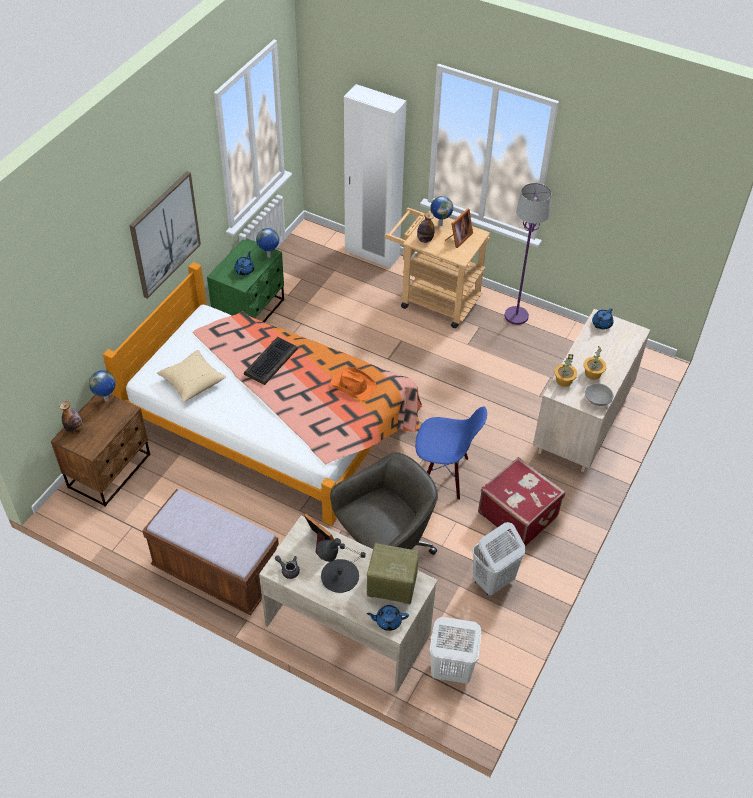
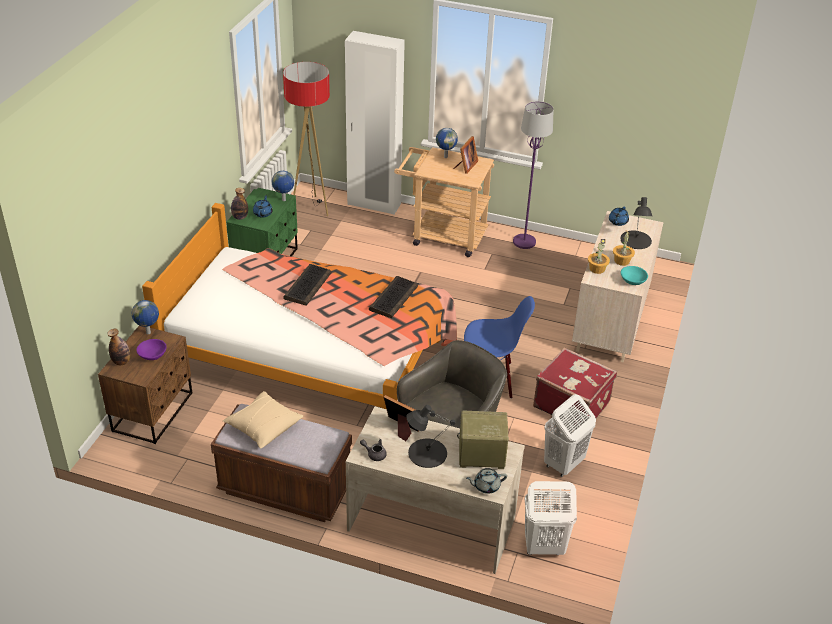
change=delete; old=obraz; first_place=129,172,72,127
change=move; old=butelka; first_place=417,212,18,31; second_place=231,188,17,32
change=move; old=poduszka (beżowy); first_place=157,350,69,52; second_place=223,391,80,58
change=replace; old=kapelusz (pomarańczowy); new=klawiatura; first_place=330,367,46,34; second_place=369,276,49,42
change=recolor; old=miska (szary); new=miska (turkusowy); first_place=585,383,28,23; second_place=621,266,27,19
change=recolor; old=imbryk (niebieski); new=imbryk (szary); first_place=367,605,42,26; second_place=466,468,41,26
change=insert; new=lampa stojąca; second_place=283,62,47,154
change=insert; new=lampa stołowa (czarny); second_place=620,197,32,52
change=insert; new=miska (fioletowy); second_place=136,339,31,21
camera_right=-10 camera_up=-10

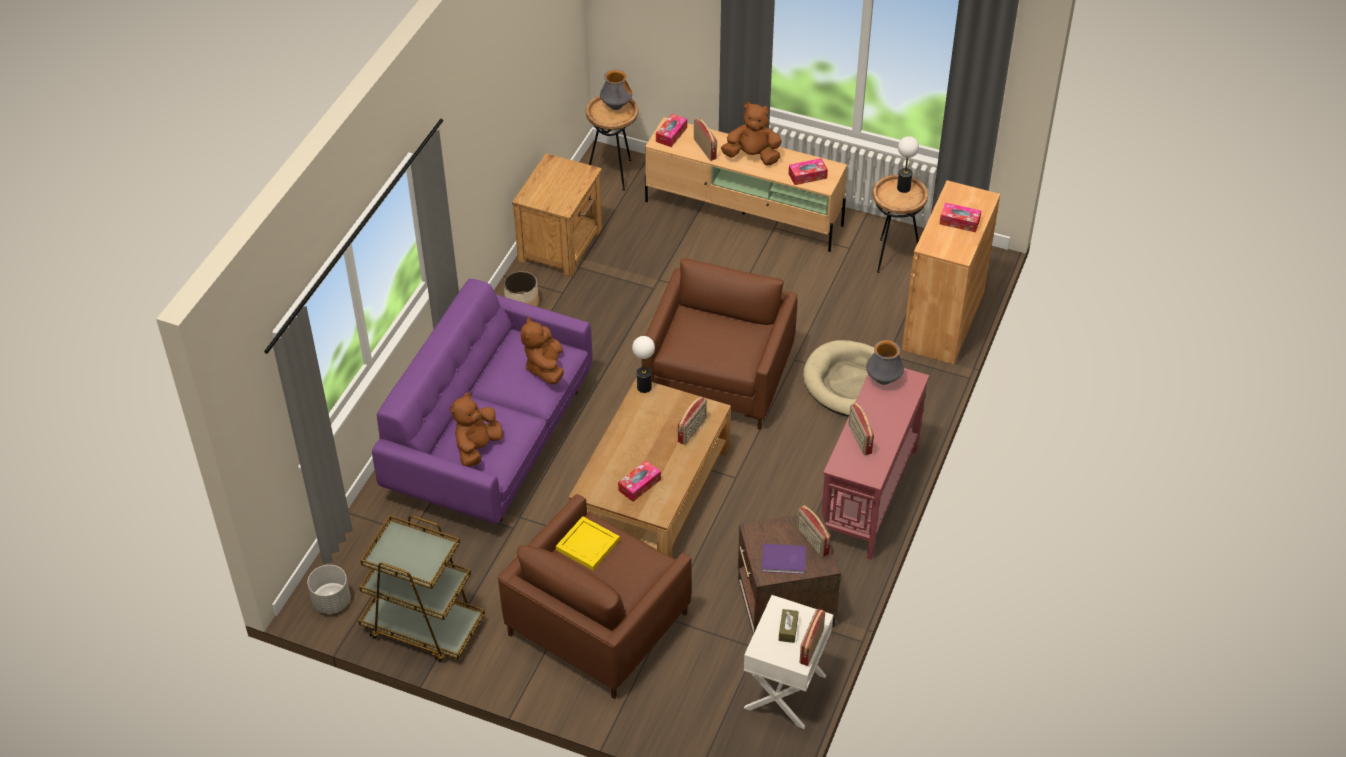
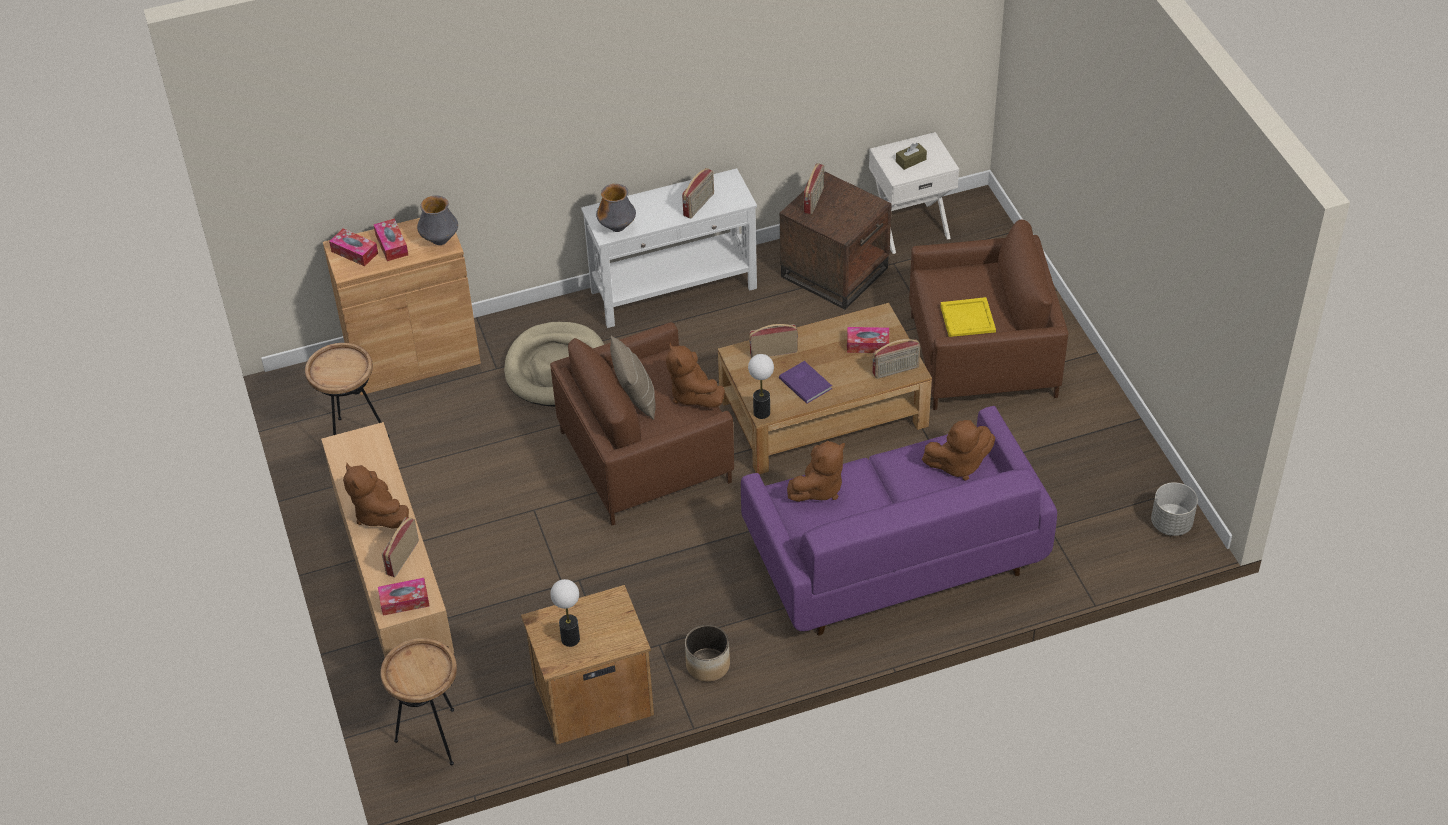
change=move; old=wazon; first_place=600,69,32,41; second_place=417,196,41,49
change=move; old=lampa stołowa; first_place=897,136,22,57; second_place=550,579,30,68
change=move; old=pudełko chusteczek; first_place=789,158,39,27; second_place=329,228,49,38
change=recolor; old=stolik konsolowy (czerwony); new=stolik konsolowy (biały); first_place=821,368,108,192; second_place=581,168,176,160
change=delete; old=wózek (brązowy); first_place=358,515,127,147
change=move; old=książka (fioletowy); first_place=762,544,44,30; second_place=779,361,53,43
change=move; old=radio; first_place=799,609,26,57; second_place=872,339,48,40
change=insert; new=poduszka (beżowy); second_place=610,336,45,84
change=insert; new=pluszak (brązowy); second_place=666,343,59,65
camera_right=-130 camera_up=0

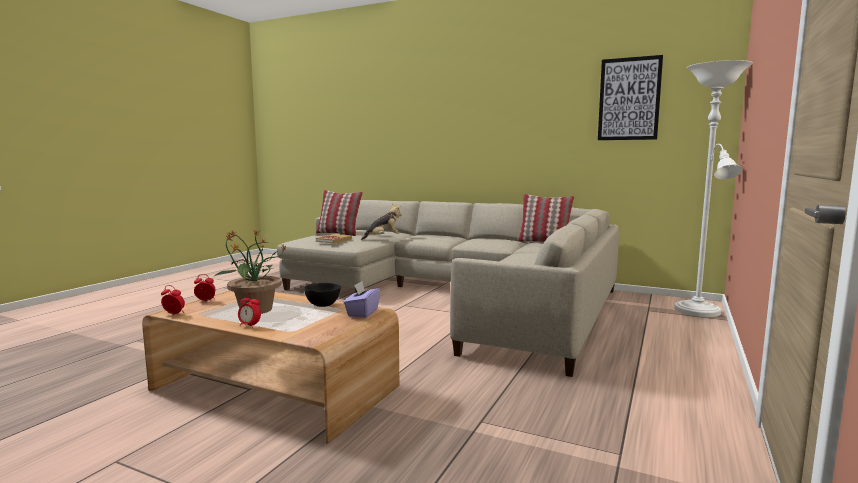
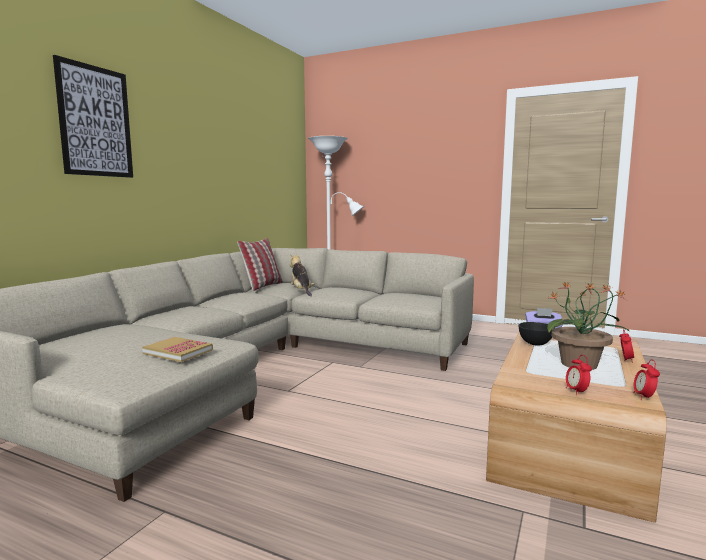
change=move; old=obraz; first_place=598,55,65,85; second_place=53,55,80,123
change=delete; old=poduszka; first_place=316,190,47,46
change=move; old=pluszak; first_place=361,204,41,36; second_place=290,254,24,42
camera_right=-90 camera_up=0

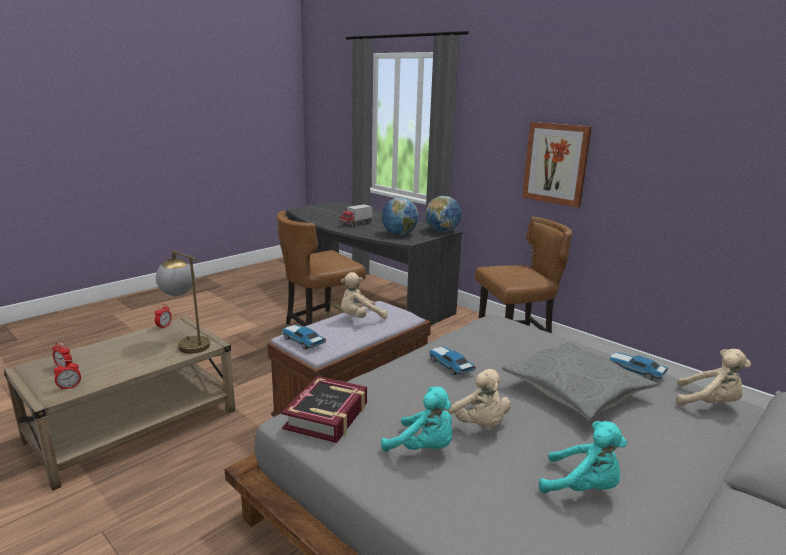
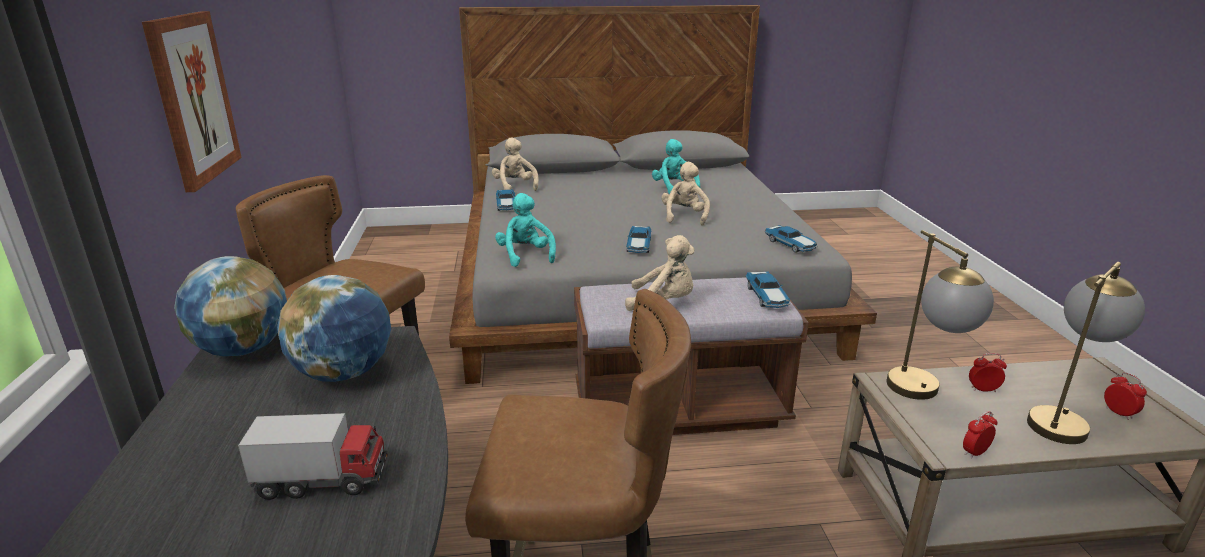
change=delete; old=poduszka (szary); first_place=502,342,156,78
change=move; old=budzik; first_place=54,360,27,31; second_place=969,353,38,39
change=replace; old=książka; new=samochodzik; first_place=282,376,85,67; second_place=765,225,53,28
change=move; old=pluszak (turkusowy); first_place=381,387,72,65; second_place=495,193,61,74
change=insert; new=lampa stołowa; second_place=1027,262,118,182
camera_right=-140 camera_up=5

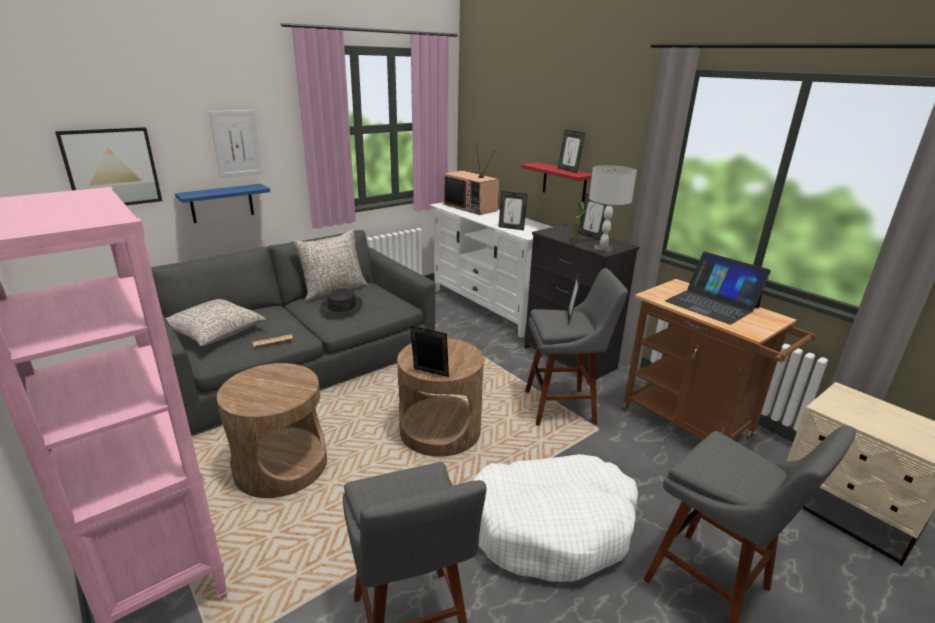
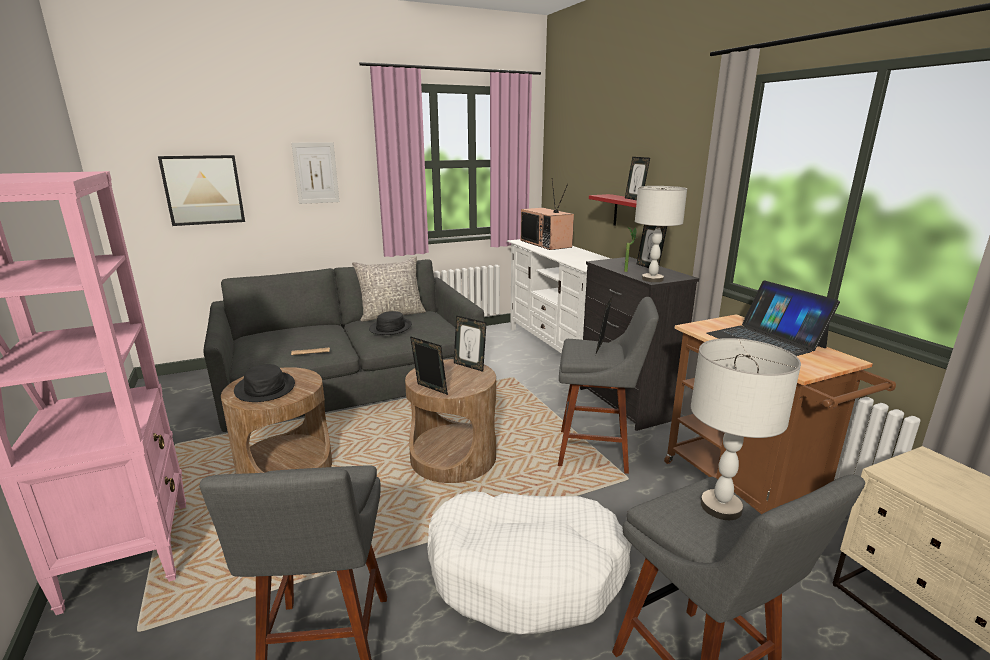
change=delete; old=półka (niebieski); first_place=175,184,95,39
change=move; old=ramka na zdjęcie; first_place=498,191,30,39; second_place=454,315,33,57
change=delete; old=poduszka (szary); first_place=166,299,100,48
change=insert; new=lampa stołowa (szary); second_place=691,338,110,182
change=insert; new=kapelusz (czarny); second_place=234,364,61,38
camera_right=15 camera_up=-5

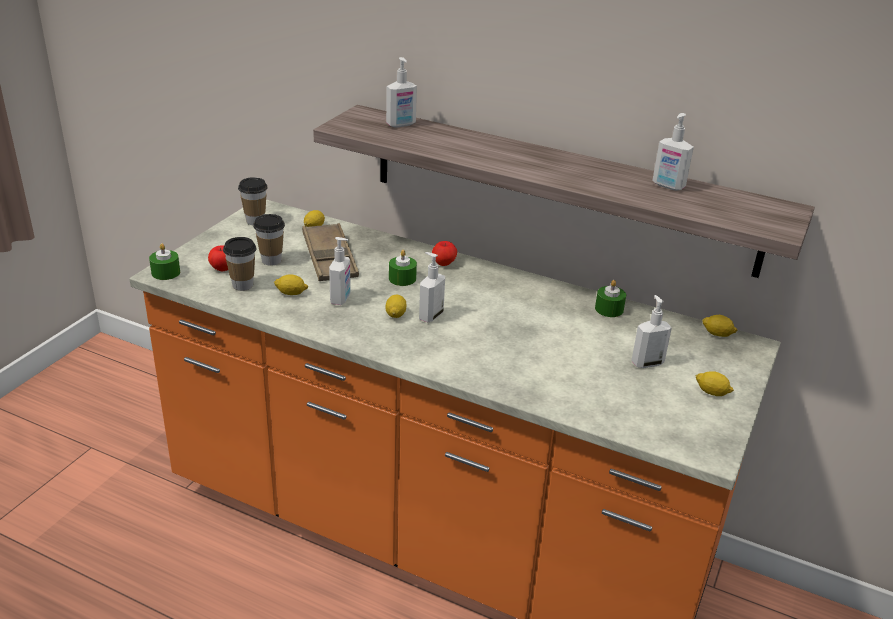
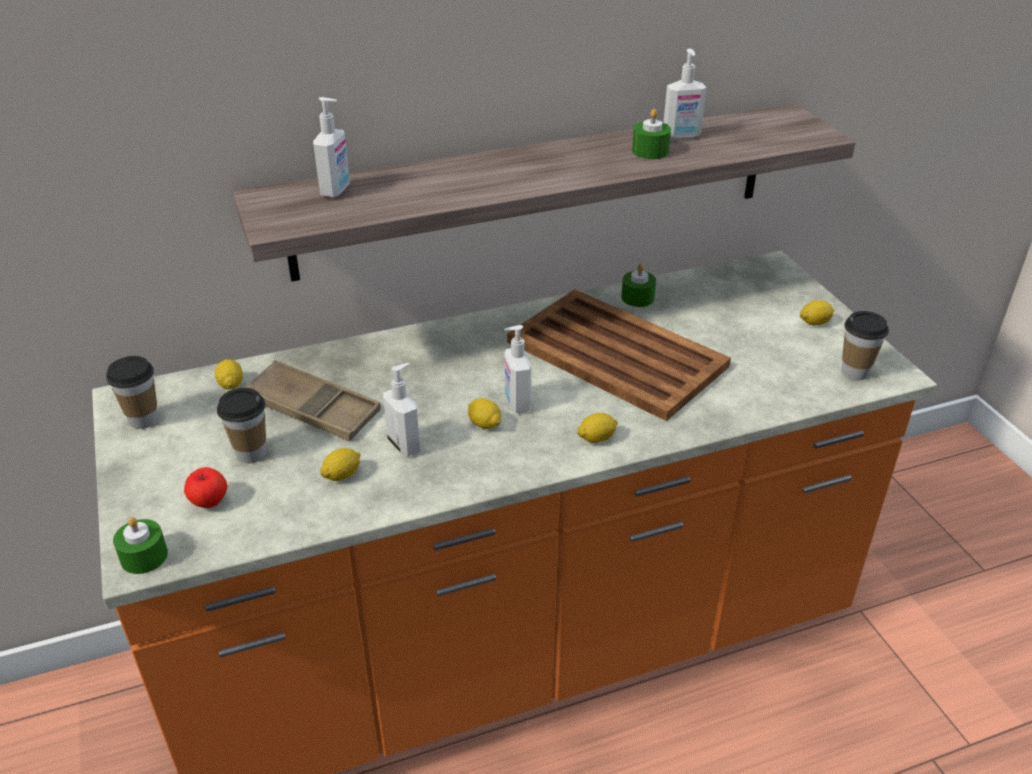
change=move; old=filiżanka; first_place=223,237,33,54; second_place=841,311,48,69
change=delete; old=jabłko; first_place=432,241,25,25
change=move; old=świeca (zielony); first_place=389,250,28,36; second_place=632,109,39,50
change=delete; old=dozownik mydła; first_place=631,295,41,73
change=move; old=cytryna; first_place=702,315,36,22; second_place=577,413,41,30
change=insert; new=taca (brązowy); second_place=507,289,224,132
camera_right=-45 camera_up=5

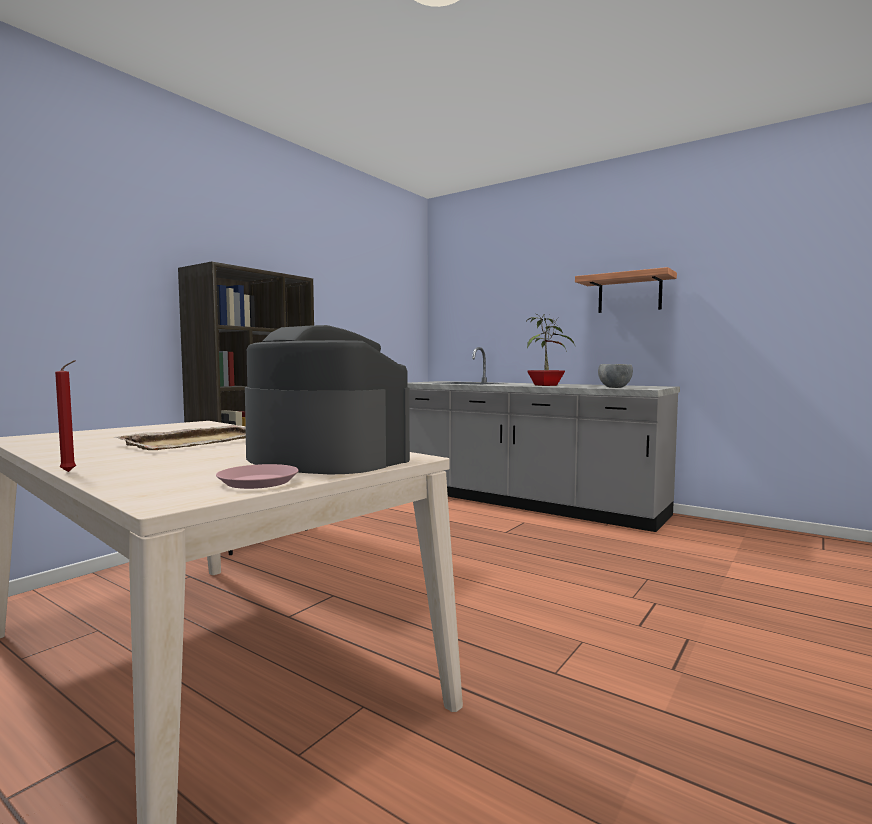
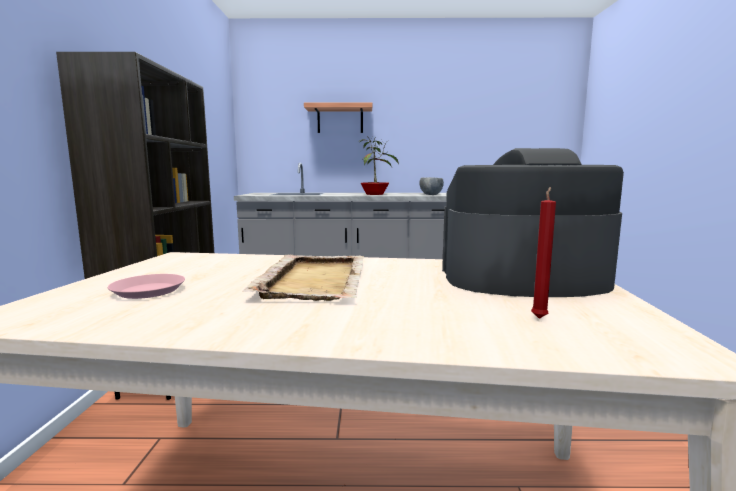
change=move; old=półka; first_place=575,267,102,46; second_place=304,102,68,31
change=move; old=świeca (czerwony); first_place=55,360,21,112; second_place=531,187,25,132
change=move; old=talerz (różowy); first_place=216,464,83,25; second_place=108,274,77,25
camera_right=-35 camera_up=5

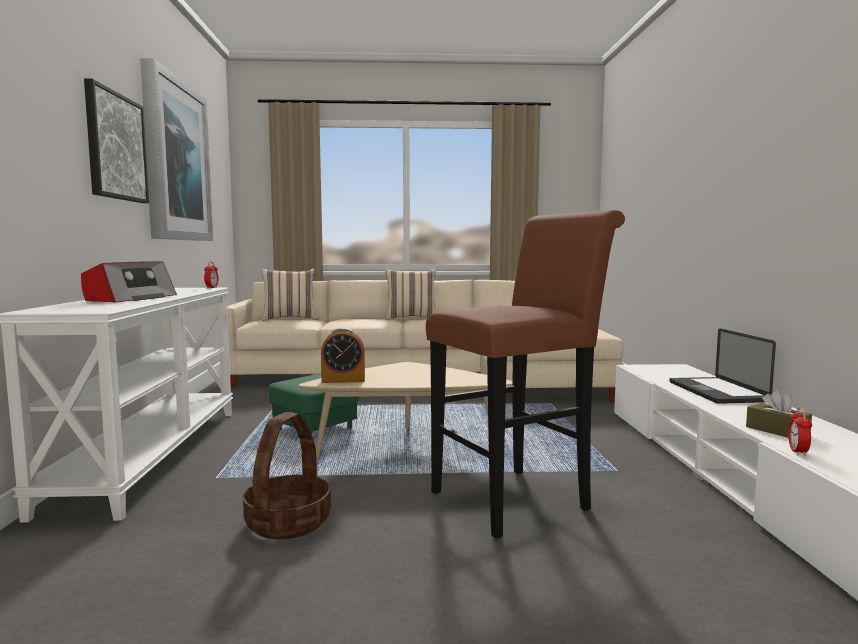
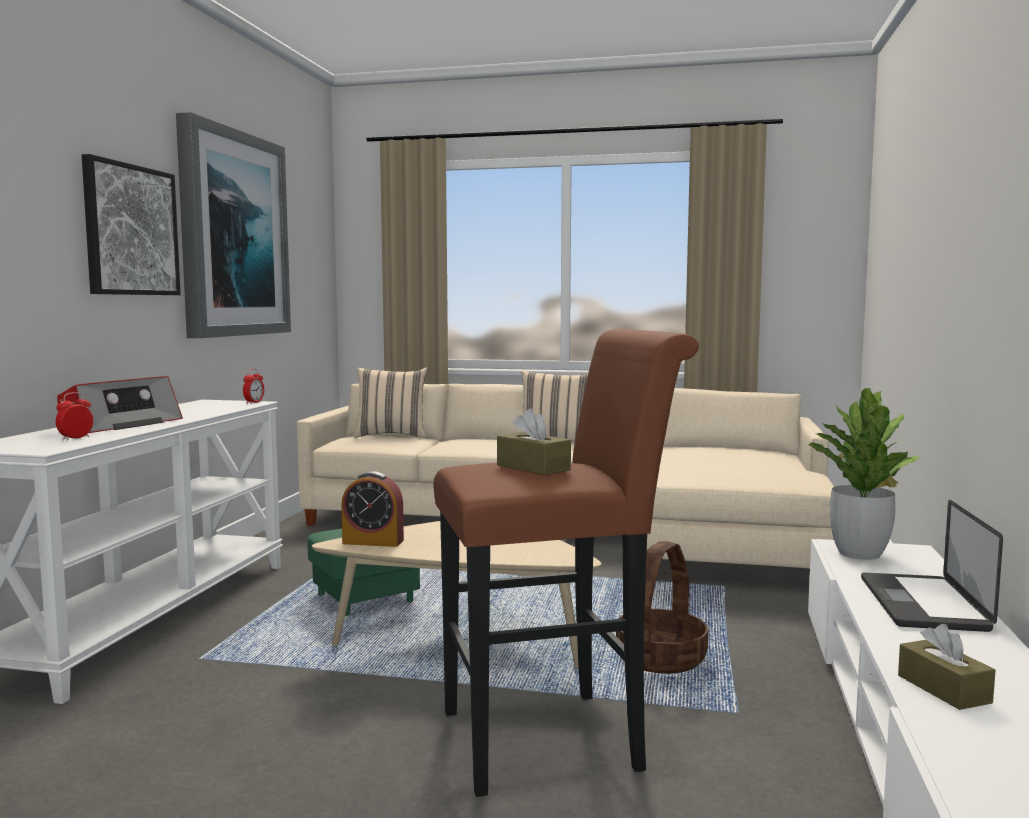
change=move; old=budzik; first_place=788,408,24,48; second_place=56,392,37,48
change=move; old=koszyk; first_place=243,412,88,127; second_place=616,541,92,133
change=insert; new=roślina doniczkowa; second_place=809,388,110,172
change=insert; new=pudełko chusteczek (brązowy); second_place=497,408,74,67
camera_right=15 camera_up=0

